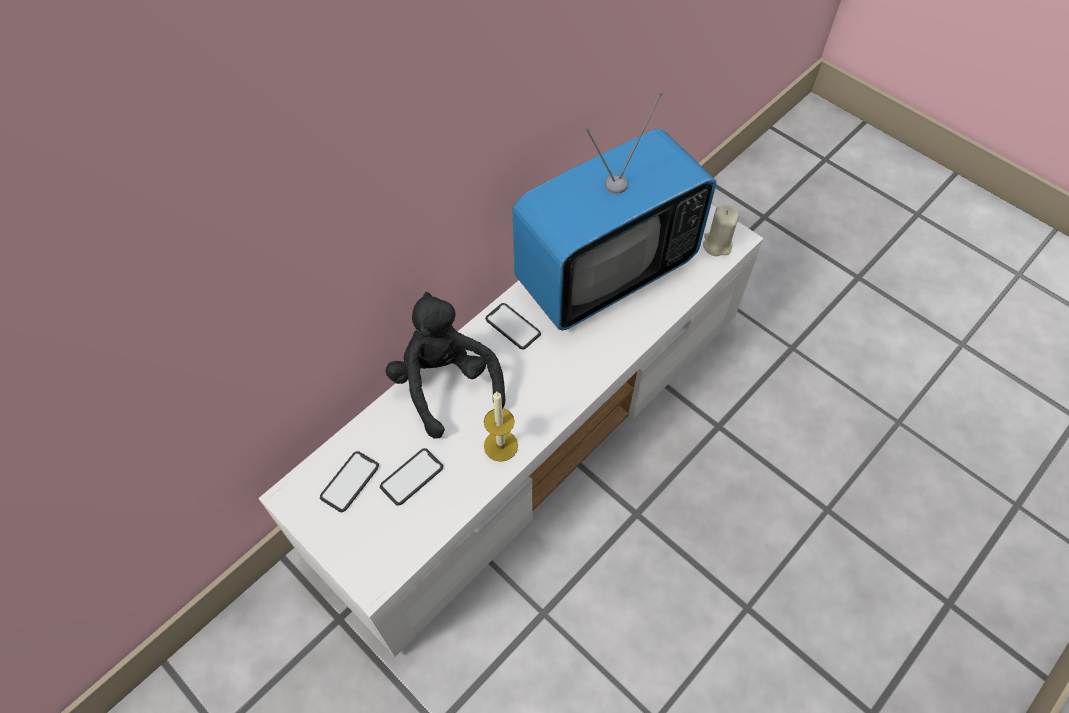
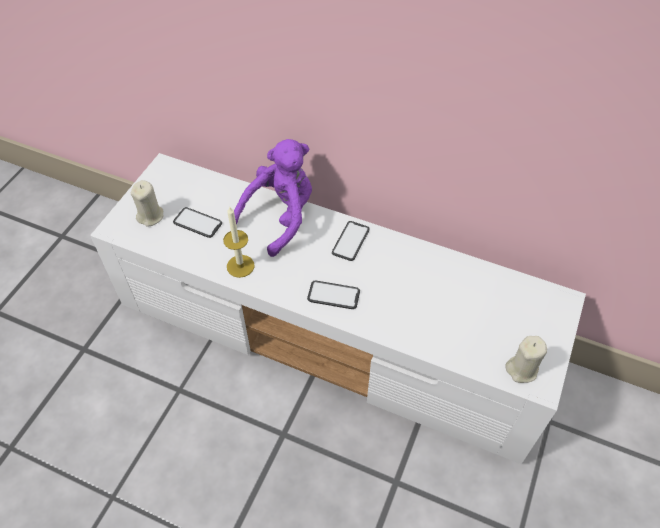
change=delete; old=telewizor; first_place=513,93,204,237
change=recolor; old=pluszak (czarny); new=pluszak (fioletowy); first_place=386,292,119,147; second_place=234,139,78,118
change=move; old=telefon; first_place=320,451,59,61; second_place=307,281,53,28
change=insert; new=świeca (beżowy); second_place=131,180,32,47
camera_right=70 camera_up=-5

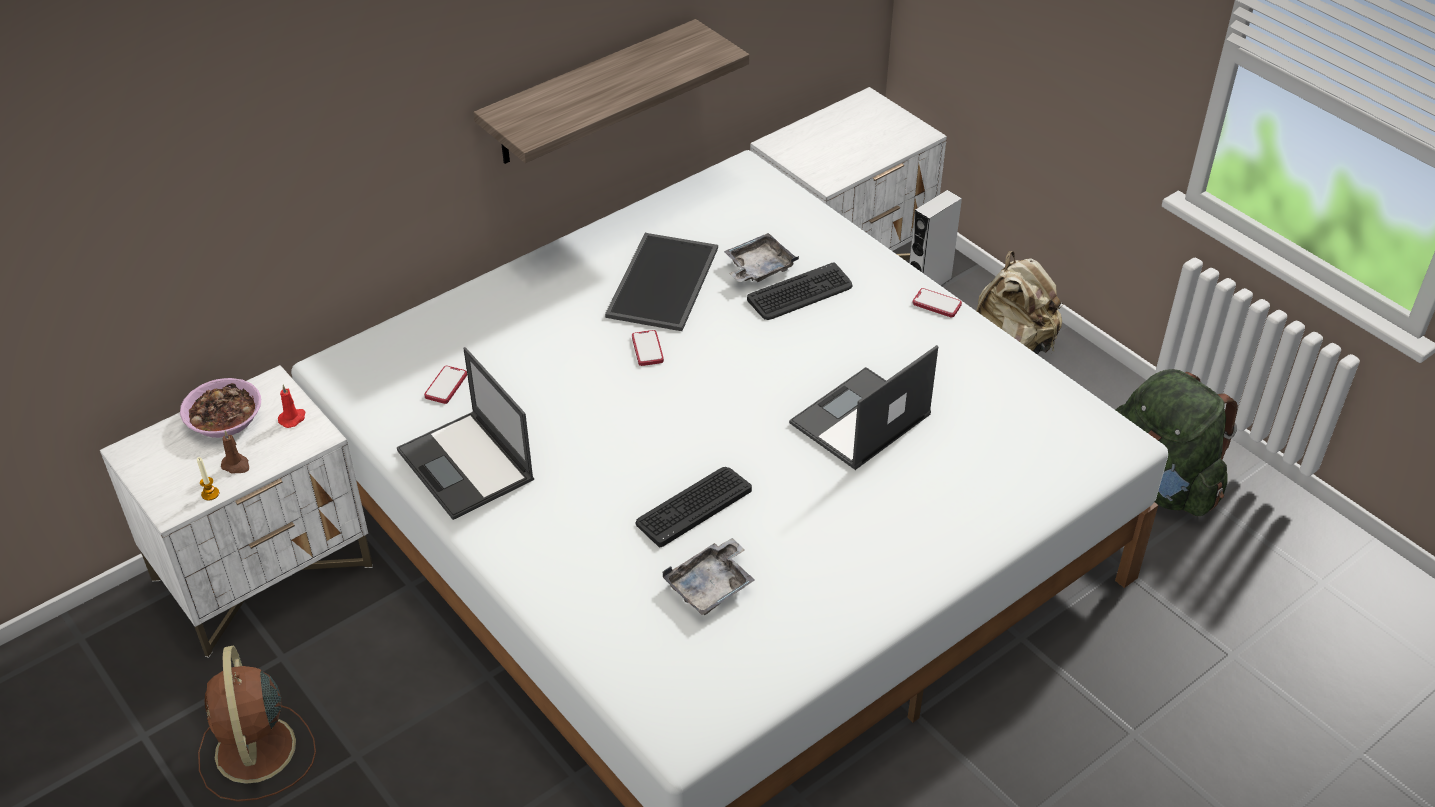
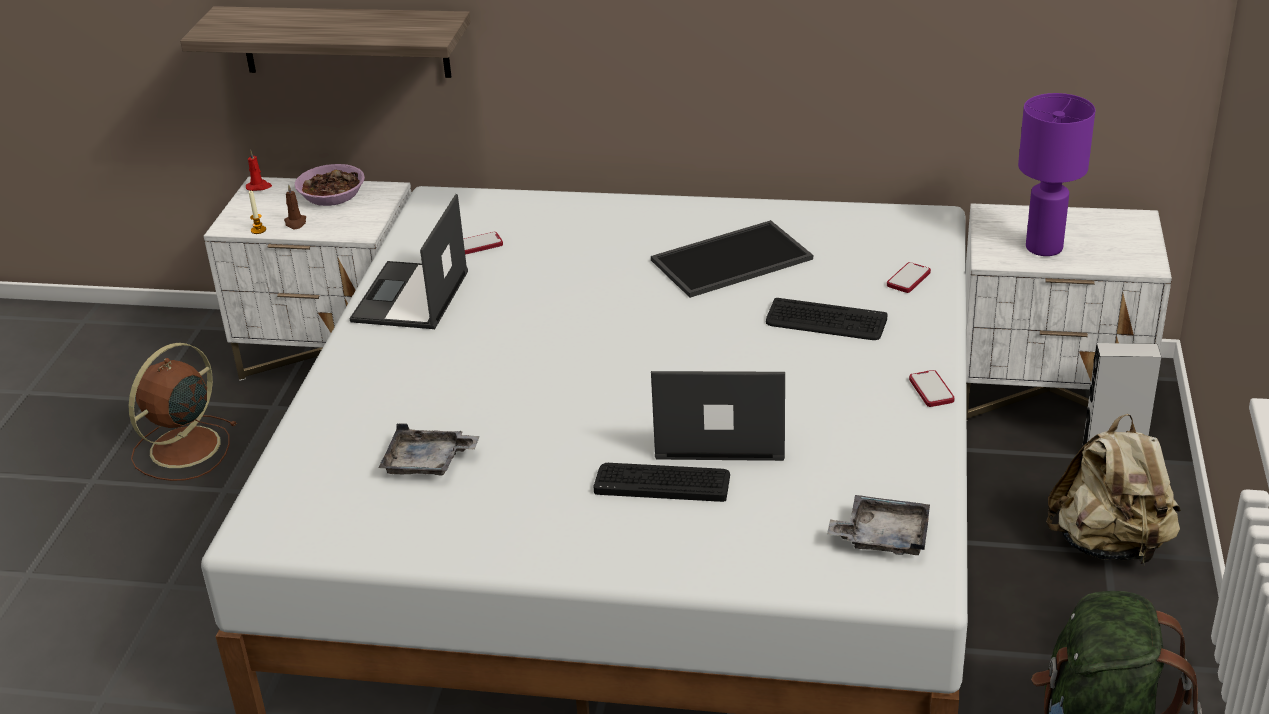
change=move; old=półka; first_place=473,19,276,145; second_place=180,6,291,72
change=move; old=taca (szary); first_place=724,233,75,49; second_place=827,495,103,60
change=move; old=telefon; first_place=632,330,32,36; second_place=887,262,44,31
change=move; old=świeca (czerwony); first_place=278,385,27,43; second_place=246,150,26,41
change=move; old=klawiatura; first_place=636,467,116,80; second_place=593,463,137,39
change=insert; new=lampa stołowa (fioletowy); second_place=1018,93,77,163
camera_right=50 camera_up=-10

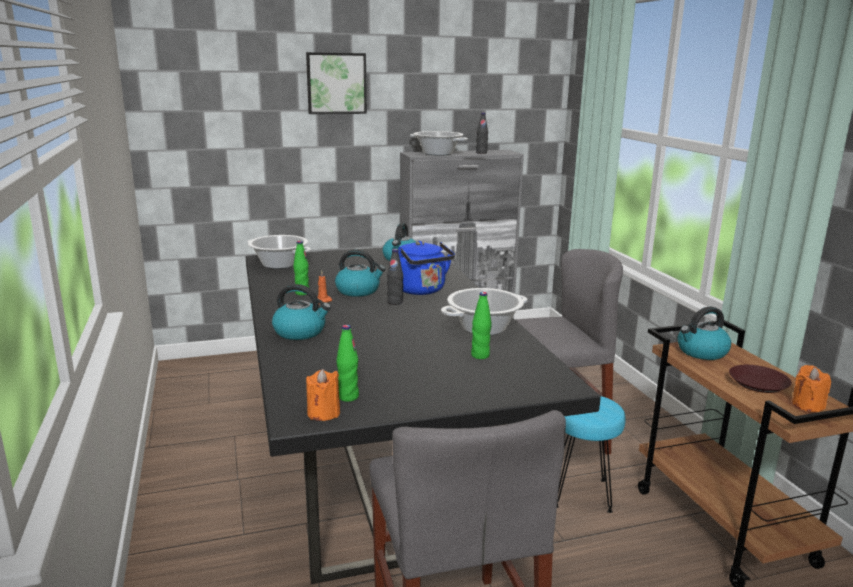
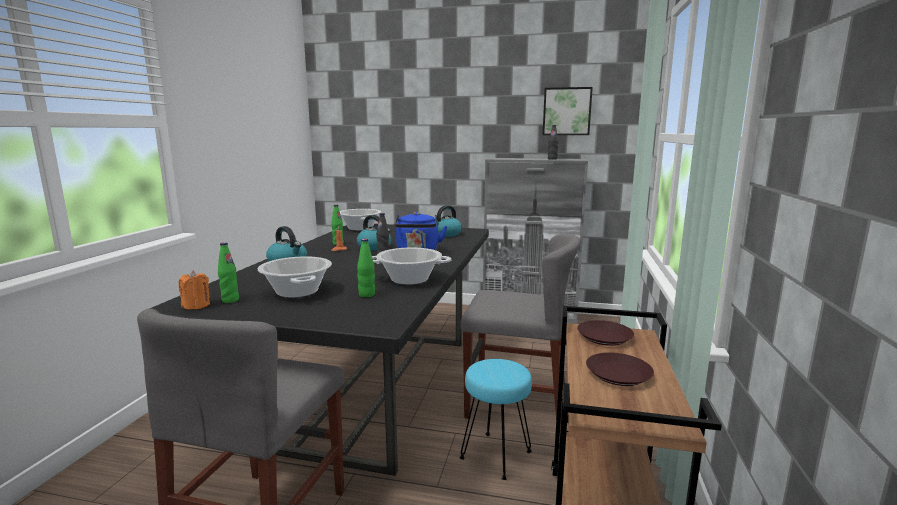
change=move; old=obraz; first_place=306,52,61,62; second_place=543,87,50,48
change=move; old=garnek; first_place=410,131,58,25; second_place=258,256,74,42
change=replace; old=czajnik; new=talerz (brązowy); first_place=677,307,54,53; second_place=577,320,57,26
change=delete; old=świeca (pomarańczowy); first_place=792,365,39,47
camera_right=30 camera_up=-5

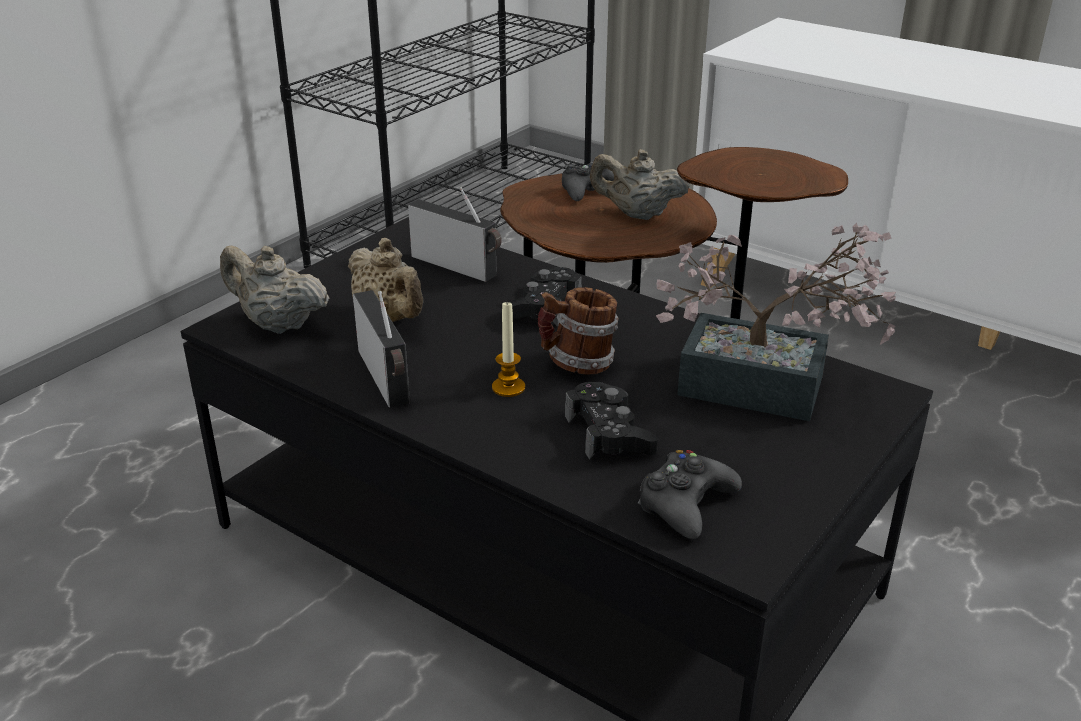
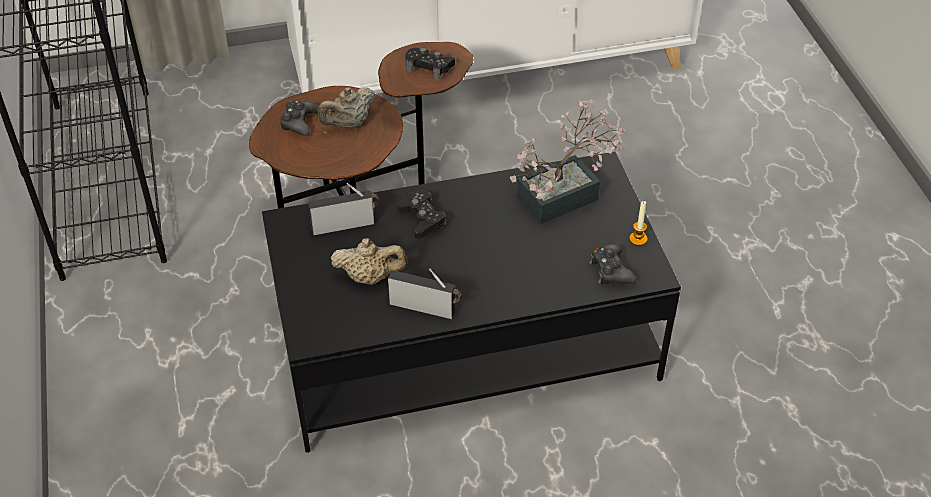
change=delete; old=imbryk (beżowy); first_place=220,246,109,88
change=delete; old=kubek; first_place=538,287,81,88
change=move; old=świeca; first_place=492,302,33,95; second_place=629,201,19,45
change=move; old=pad do gier (czarny); first_place=565,382,93,78; second_place=405,48,50,32
camera_right=-50 camera_up=15

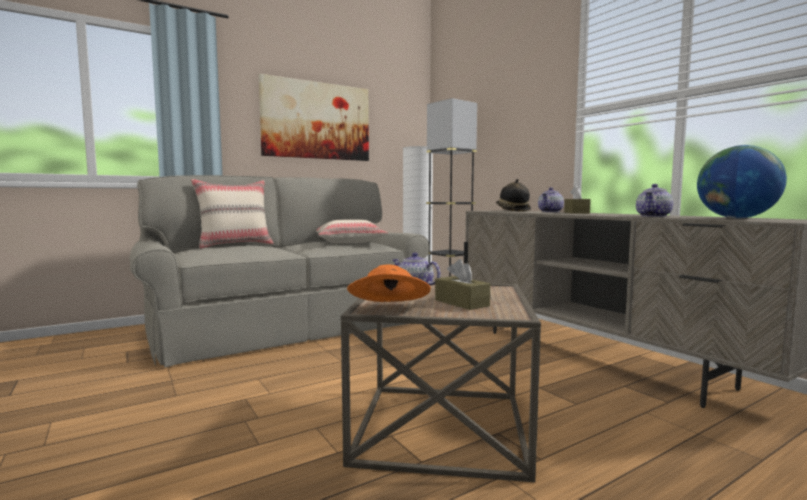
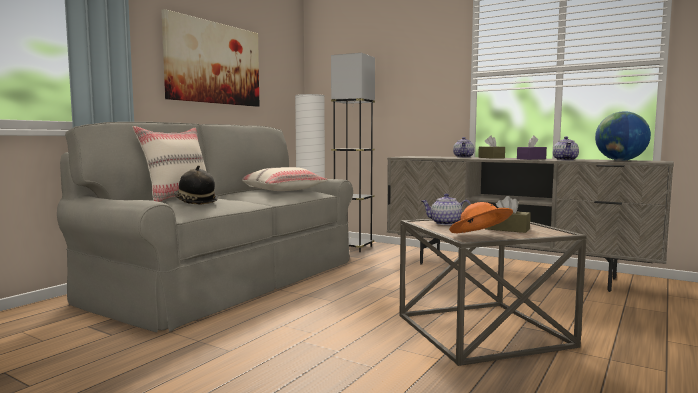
change=move; old=kapelusz; first_place=496,179,35,32; second_place=174,165,44,40
change=insert; new=pudełko chusteczek (fioletowy); second_place=517,135,30,25
camera_right=-25 camera_up=0

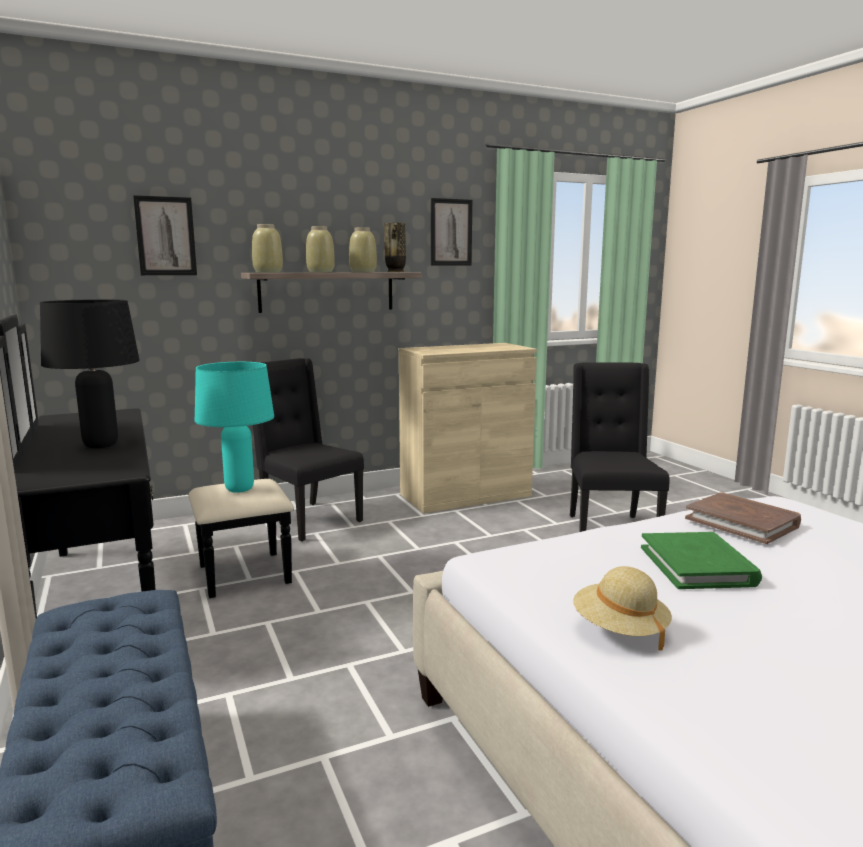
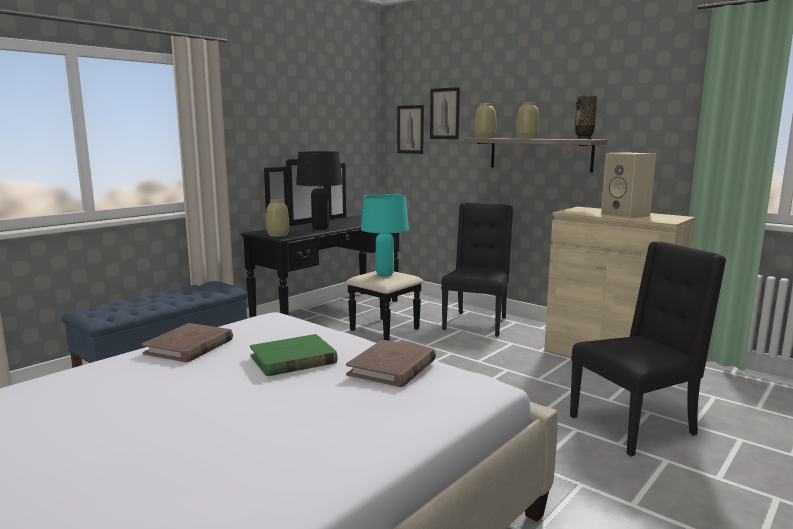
change=move; old=obraz; first_place=431,198,41,67; second_place=397,105,27,49
change=move; old=wazon (beżowy); first_place=349,227,28,45; second_place=266,199,23,38
change=replace; old=kapelusz (beżowy); new=książka (brązowy); first_place=573,566,99,85; second_place=142,323,91,39
change=insert; new=głośnik (beżowy); second_place=601,152,55,67
camera_right=65 camera_up=0

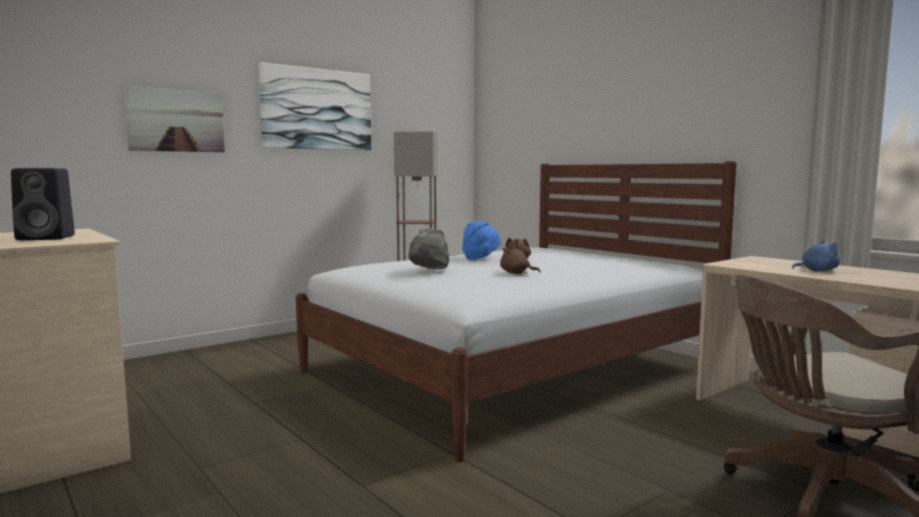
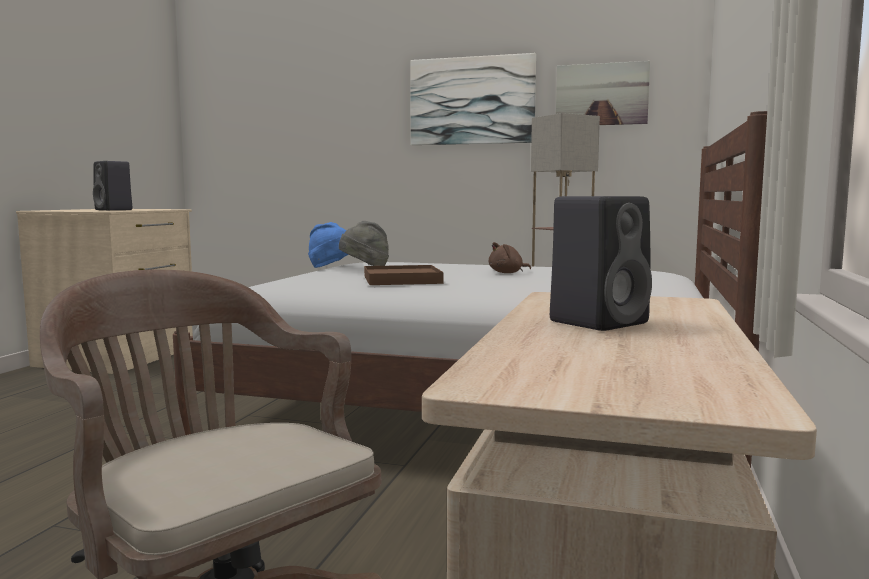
change=move; old=obraz; first_place=124,86,101,66; second_place=556,61,94,64
change=move; old=kapelusz (niebieski); first_place=462,221,39,39; second_place=308,222,40,46
change=replace; old=pluszak (niebieski); new=głośnik (czarny); first_place=792,241,48,30; second_place=550,196,102,135
change=replace; old=pluszak (brązowy); new=taca (brązowy); first_place=500,246,40,28; second_place=364,265,80,20
camera_right=55 camera_up=0

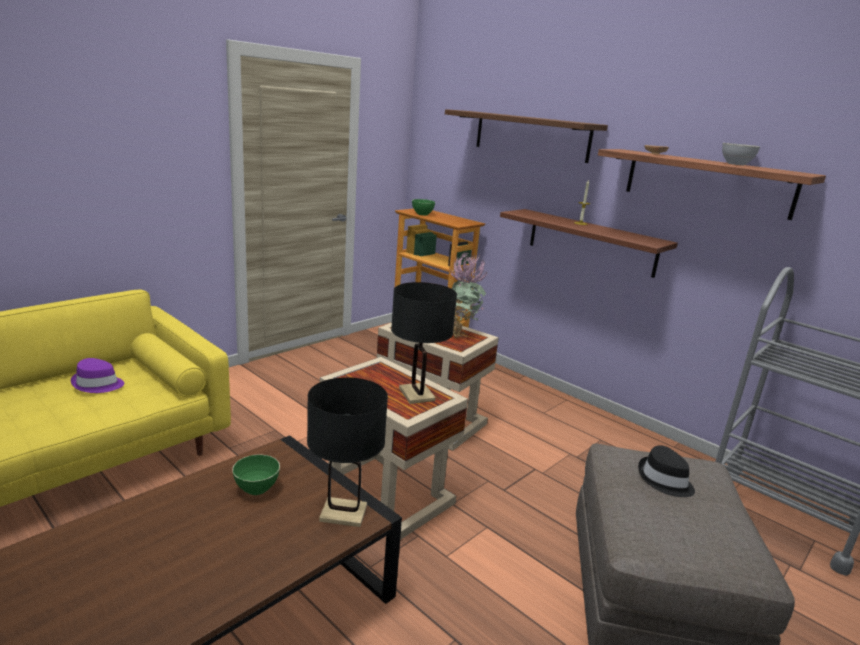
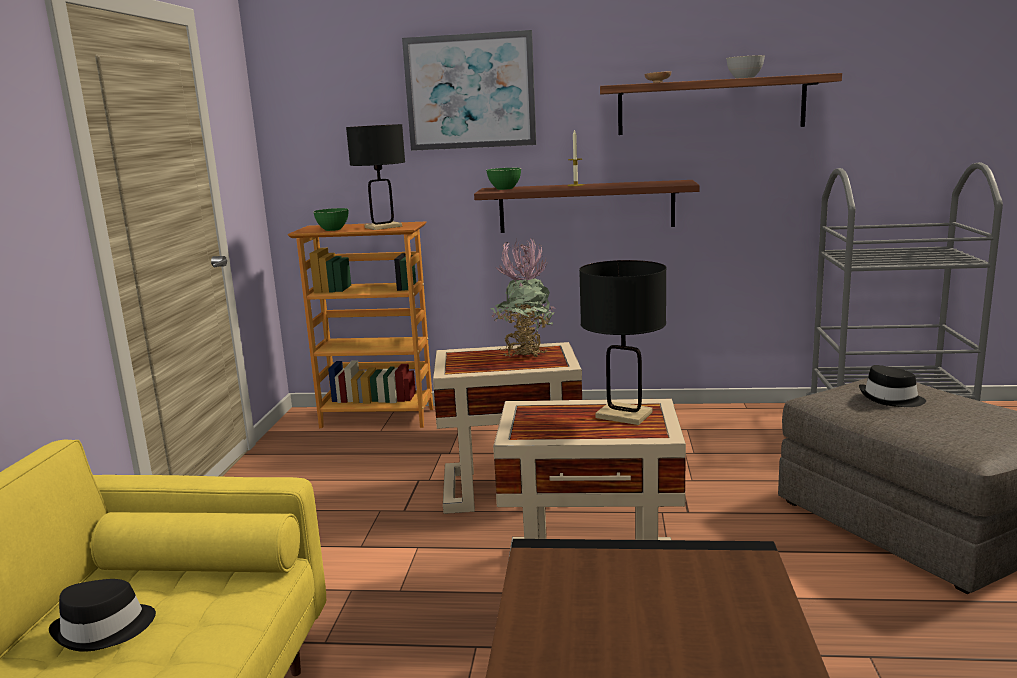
change=replace; old=półka (brązowy); new=obraz; first_place=445,109,163,54; second_place=402,30,134,121
change=recolor; old=kapelusz (fioletowy); new=kapelusz (czarny); first_place=71,358,53,35; second_place=49,579,107,73
change=move; old=lampa stołowa (czarny); first_place=307,377,81,150; second_place=346,124,59,106
change=move; old=miska (zielony); first_place=232,455,48,40; second_place=486,168,35,22
camera_right=-35 camera_up=-5

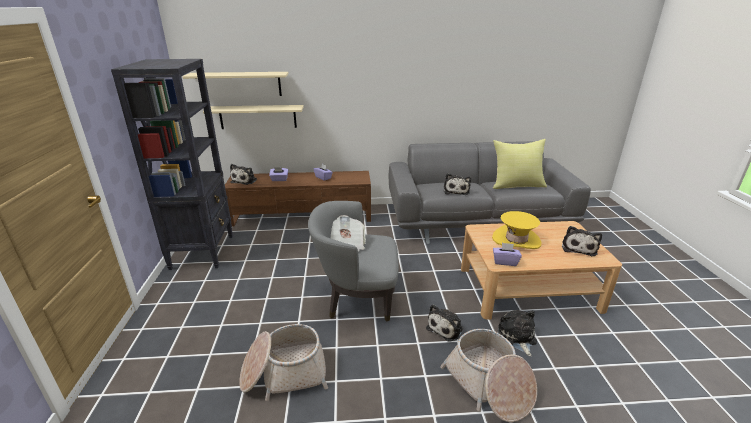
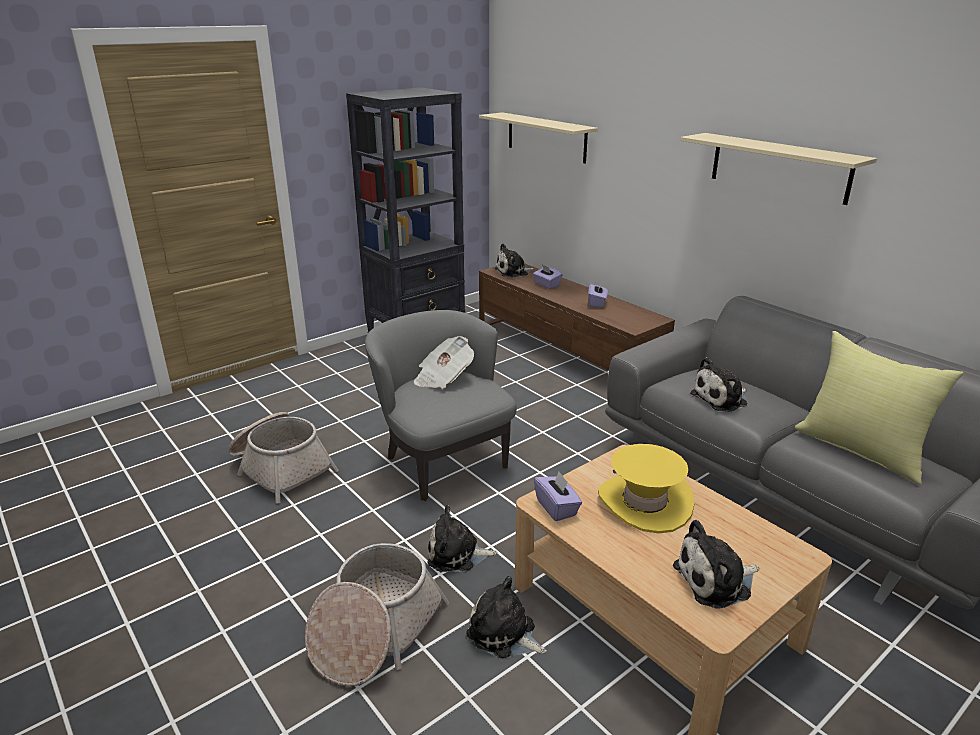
change=move; old=półka (beżowy); first_place=203,105,101,24; second_place=680,133,197,72
change=rotate; old=pluszak; first_place=498,310,39,47; second_place=466,576,81,82; degrees=-105
camera_right=55 camera_up=0

